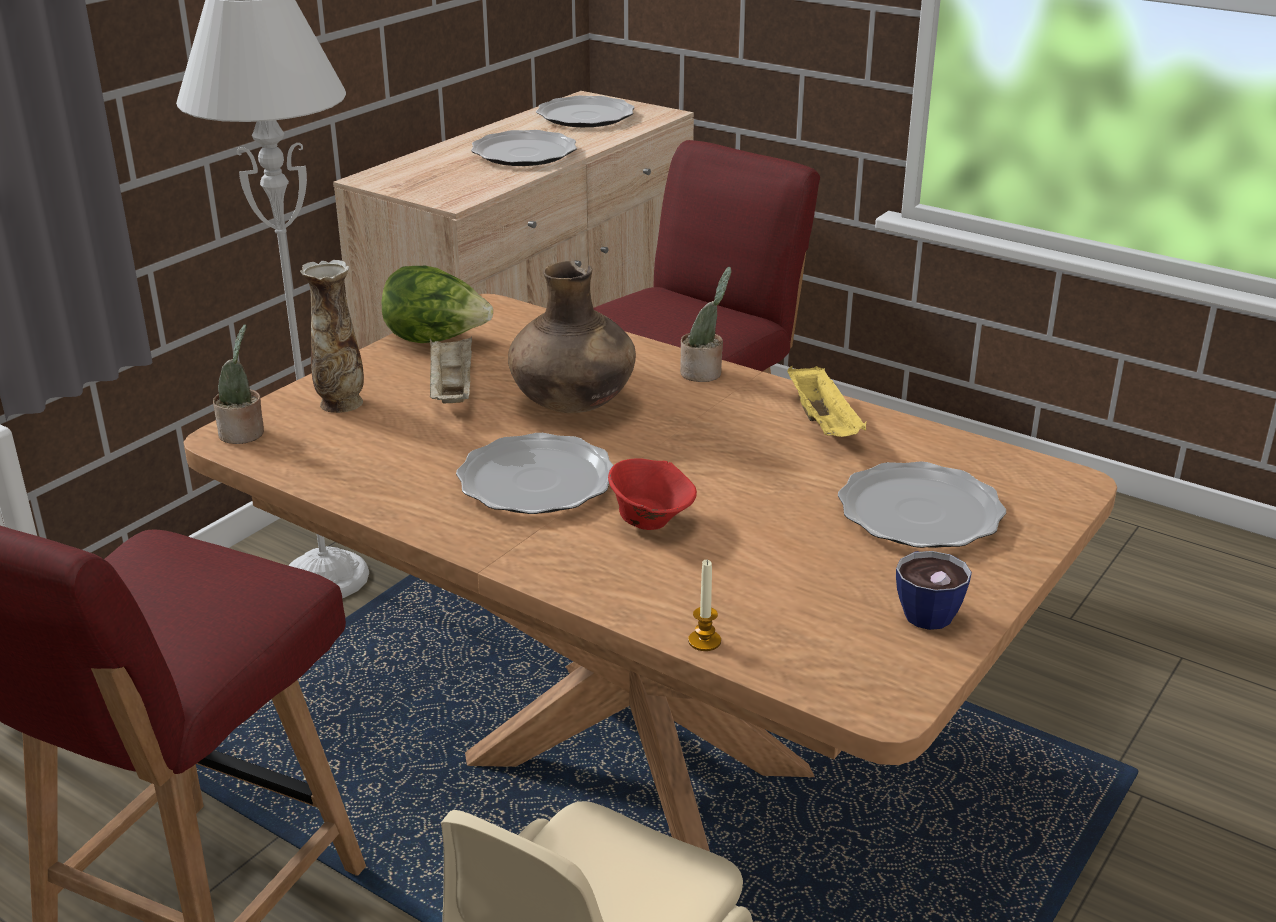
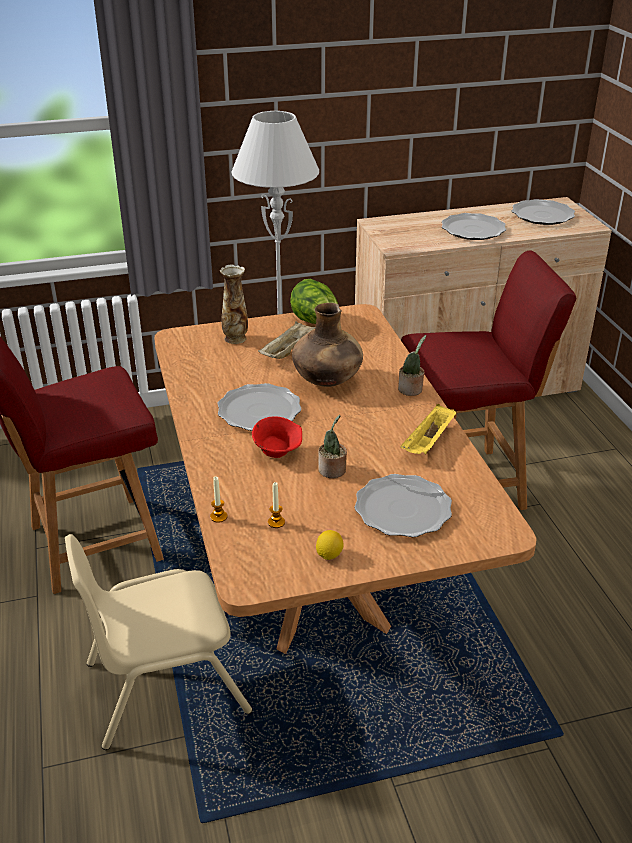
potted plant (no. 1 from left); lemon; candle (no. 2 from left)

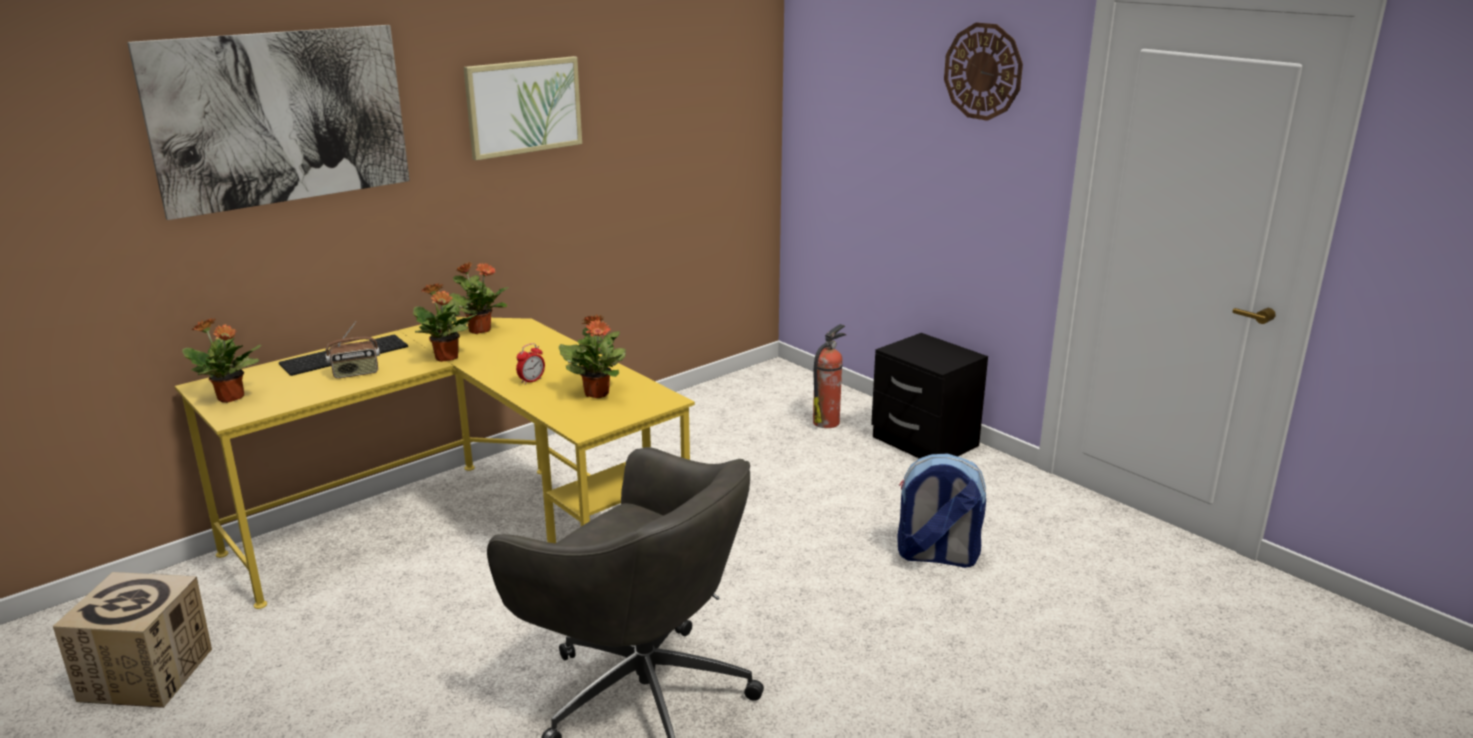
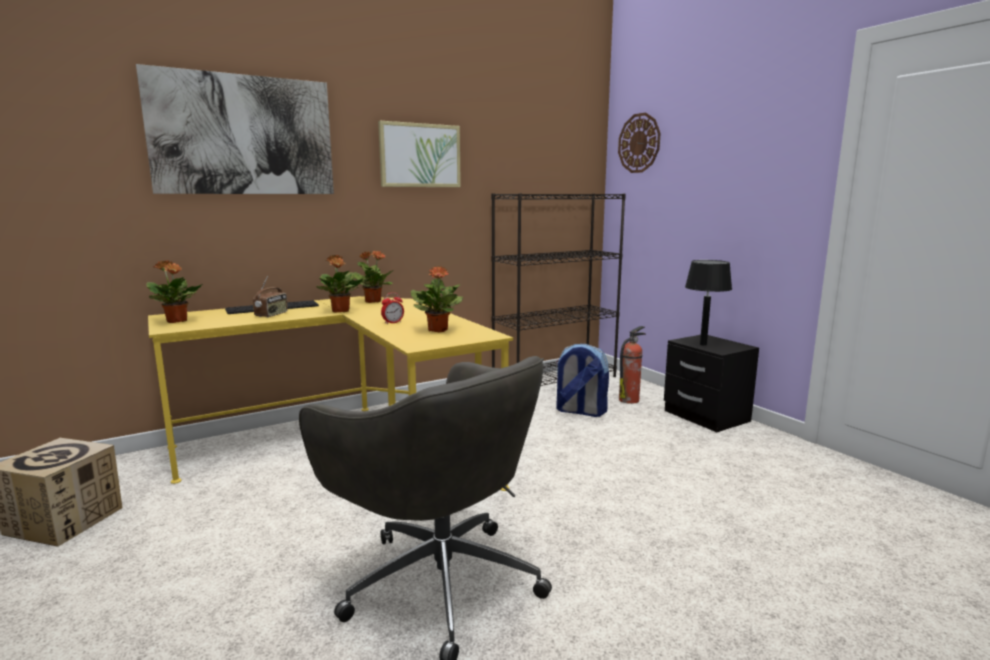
radio; backpack; wall clock; black bookcase; black table lamp

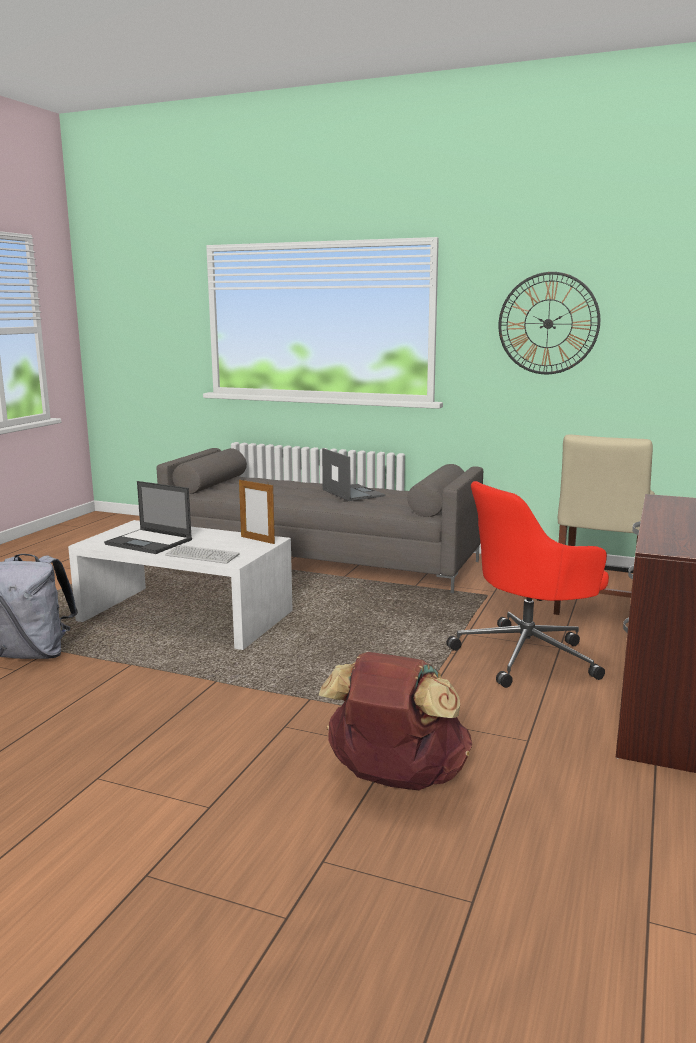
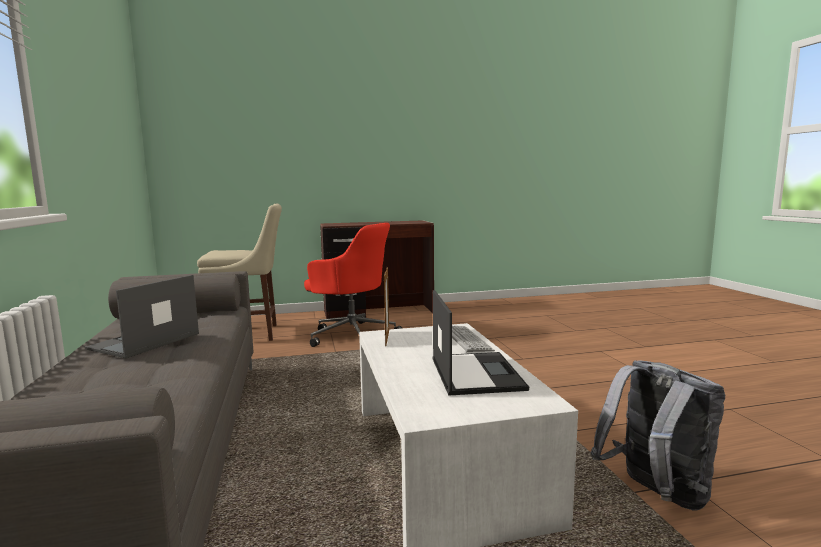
brown backpack; wall clock

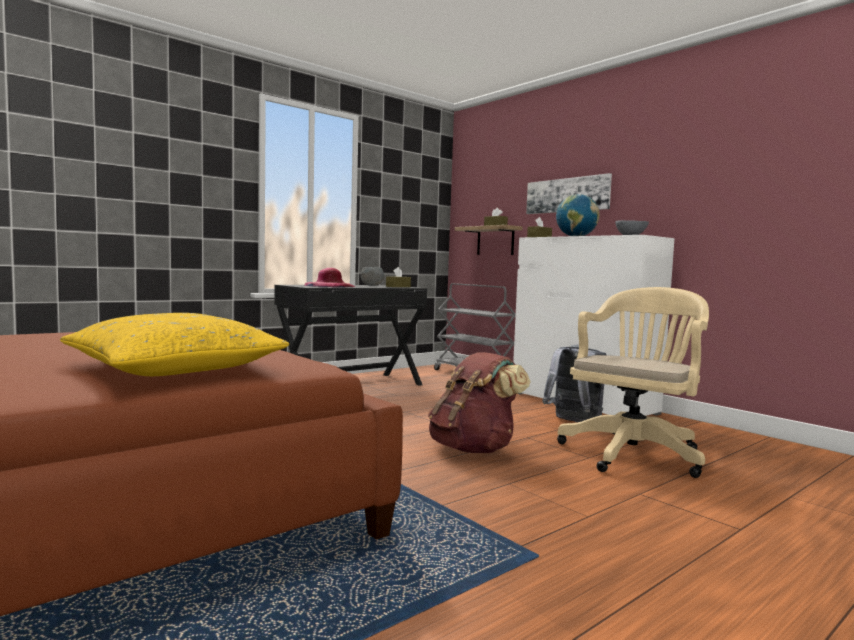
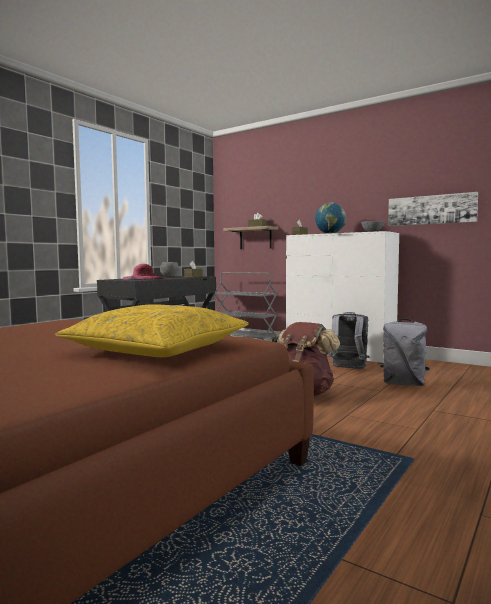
picture; grey backpack (no. 2 from left)

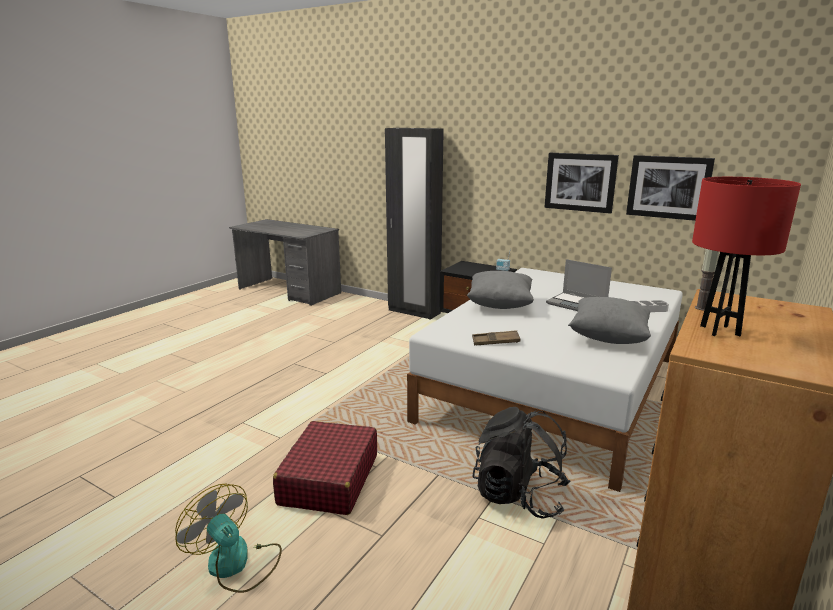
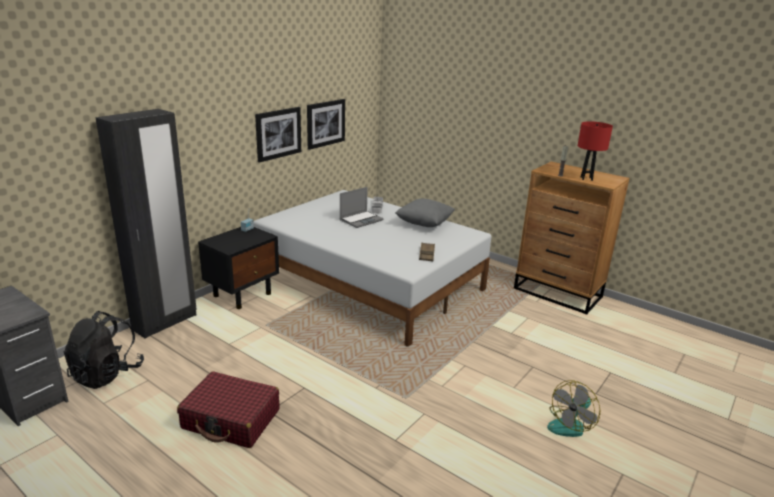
red suitcase; grey pillow (no. 1 from left in the first image); black backpack

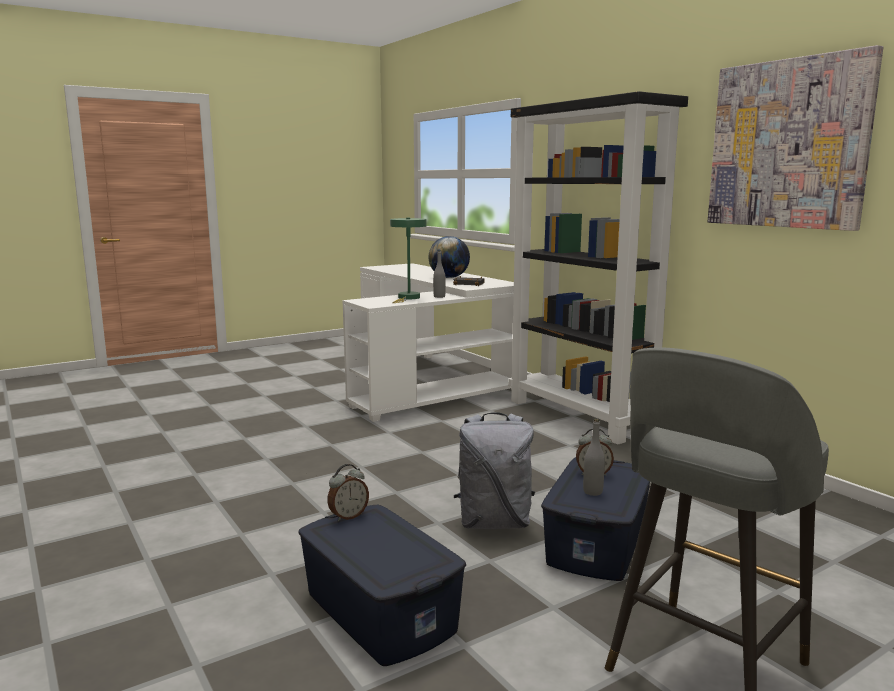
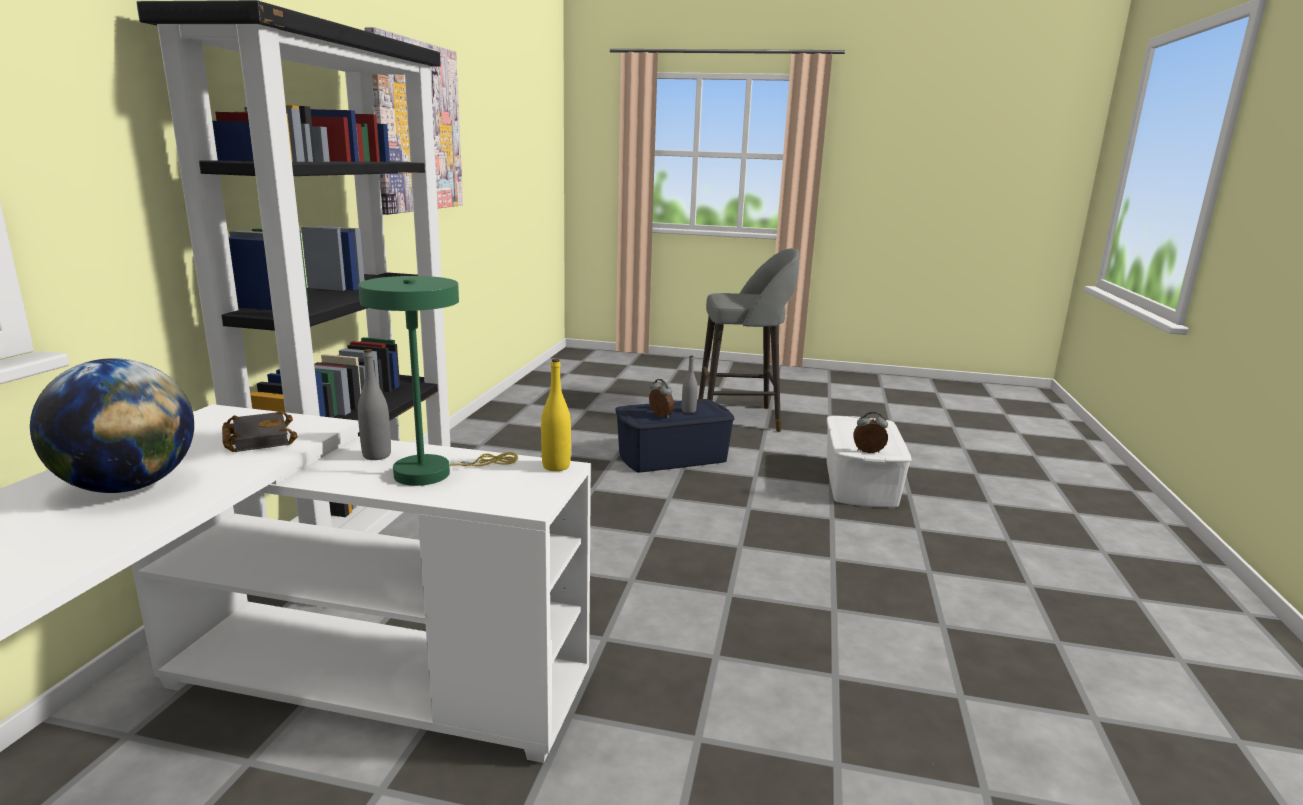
white storage box; grey backpack; yellow bottle

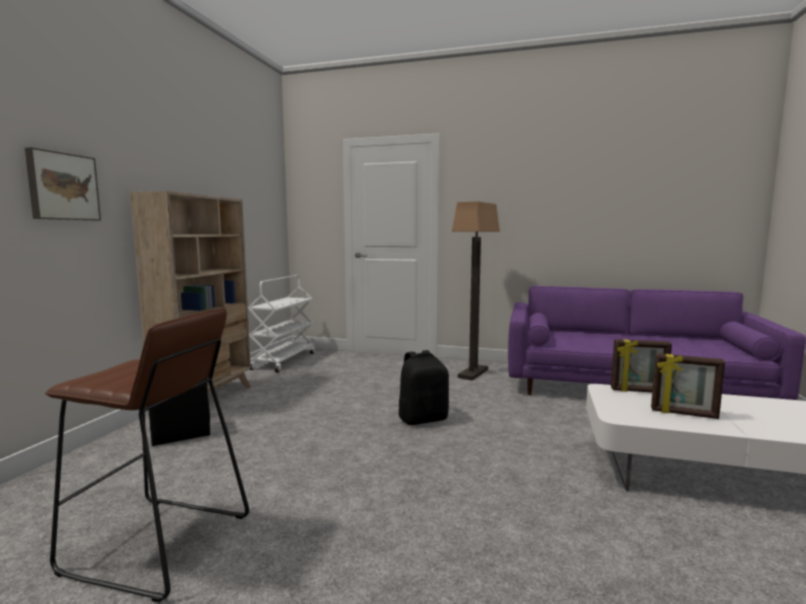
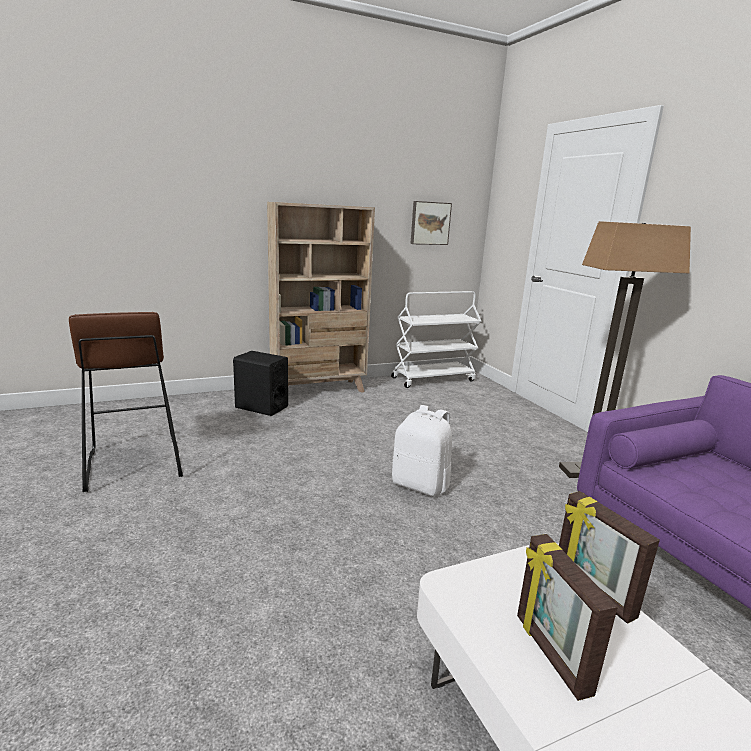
picture; white backpack

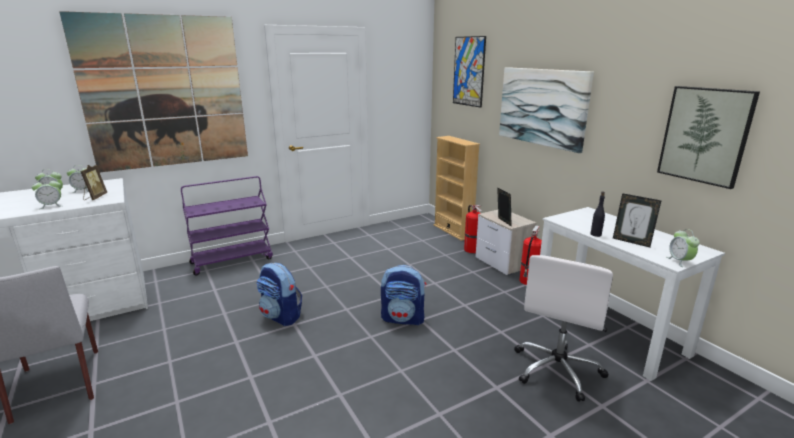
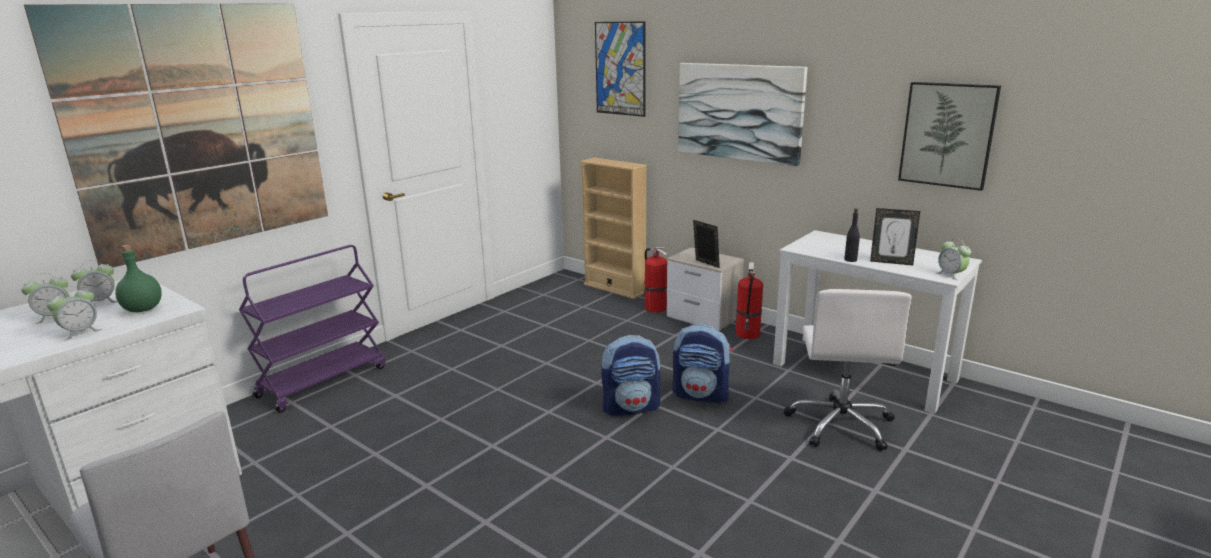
green bottle; backpack (no. 2 from left)

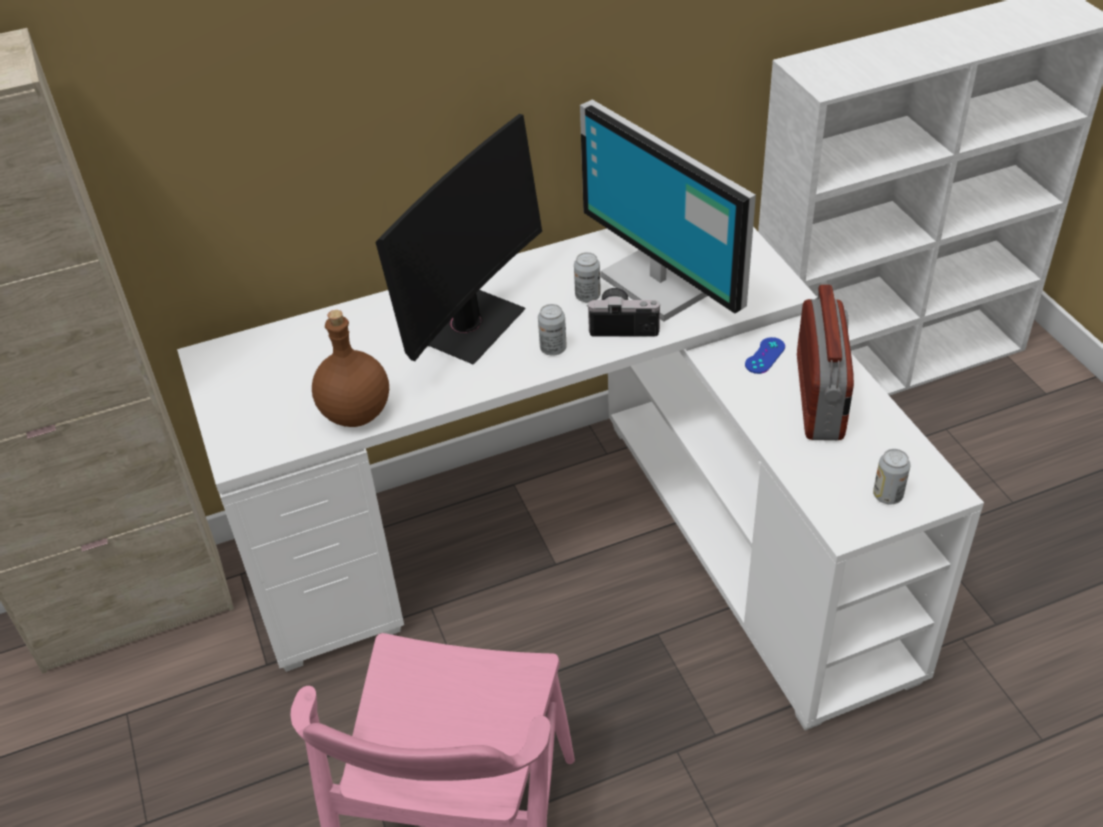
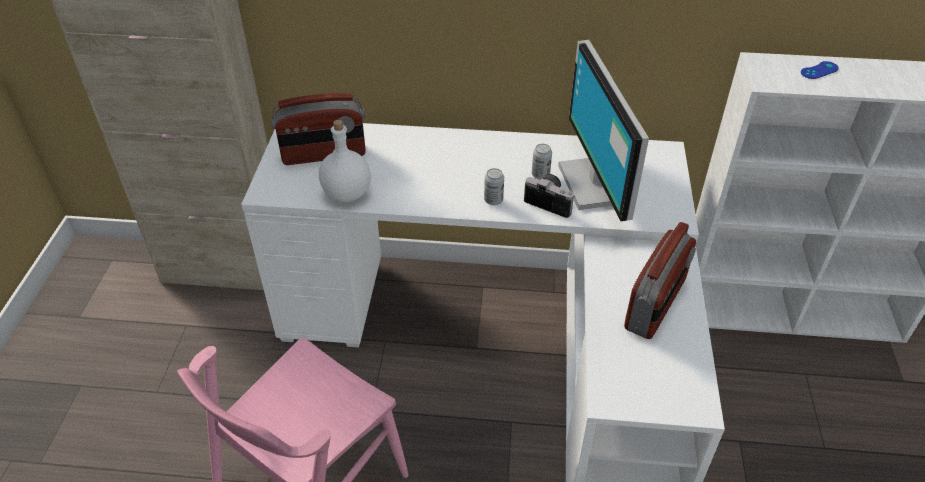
white bottle; monitor (no. 1 from left in the first image); blue game controller; can (no. 3 from left in the first image); radio (no. 1 from left)

